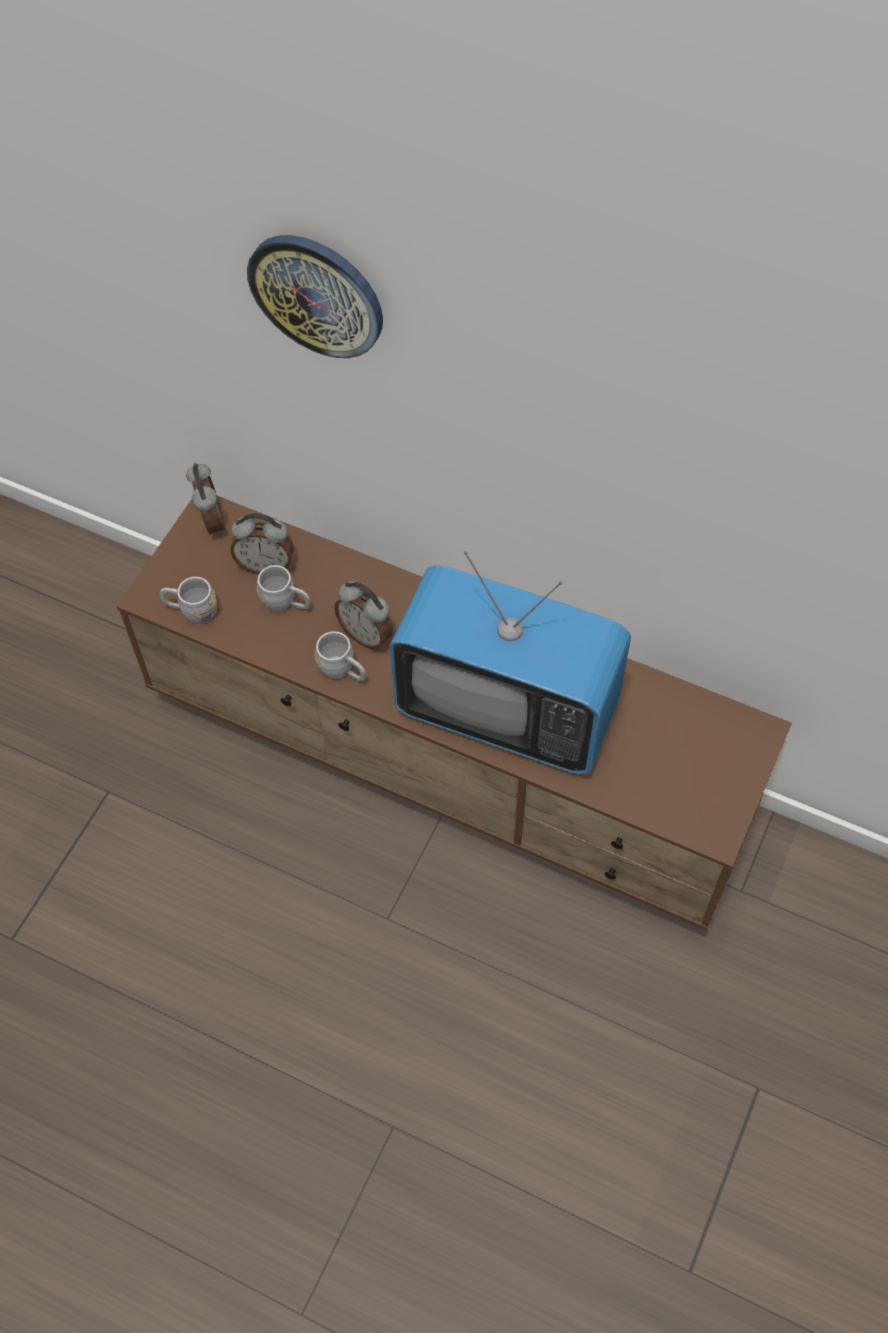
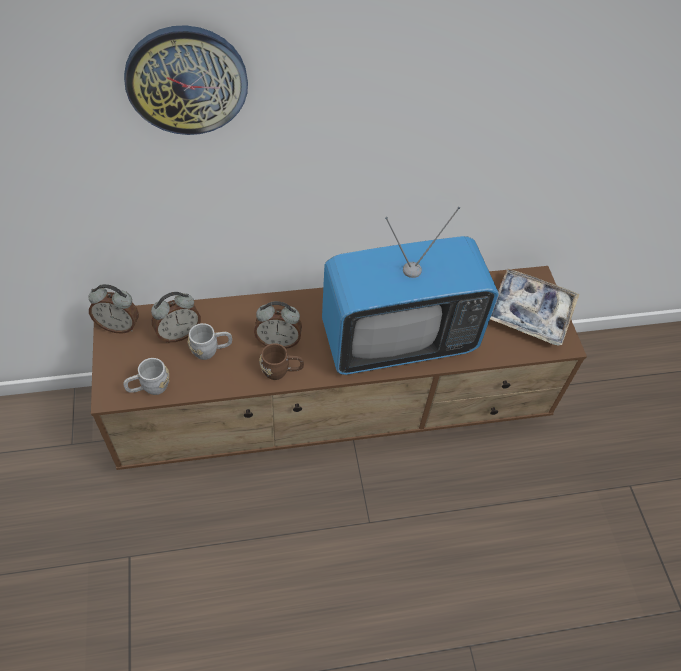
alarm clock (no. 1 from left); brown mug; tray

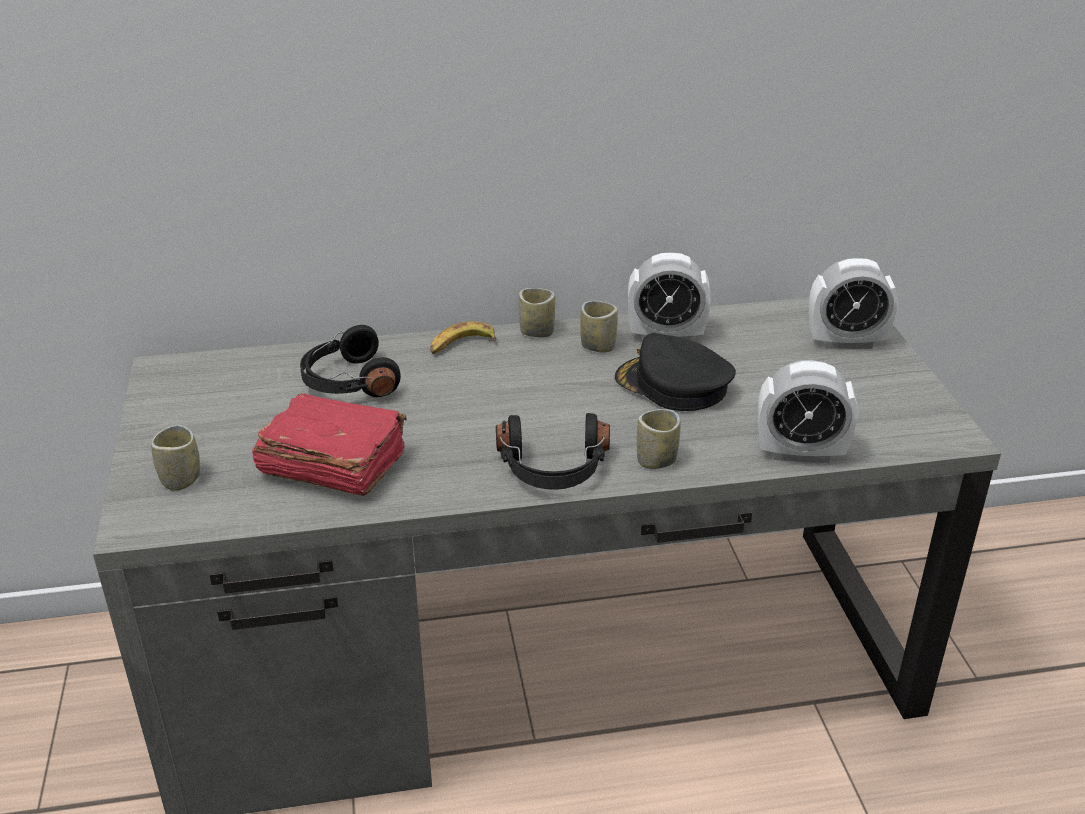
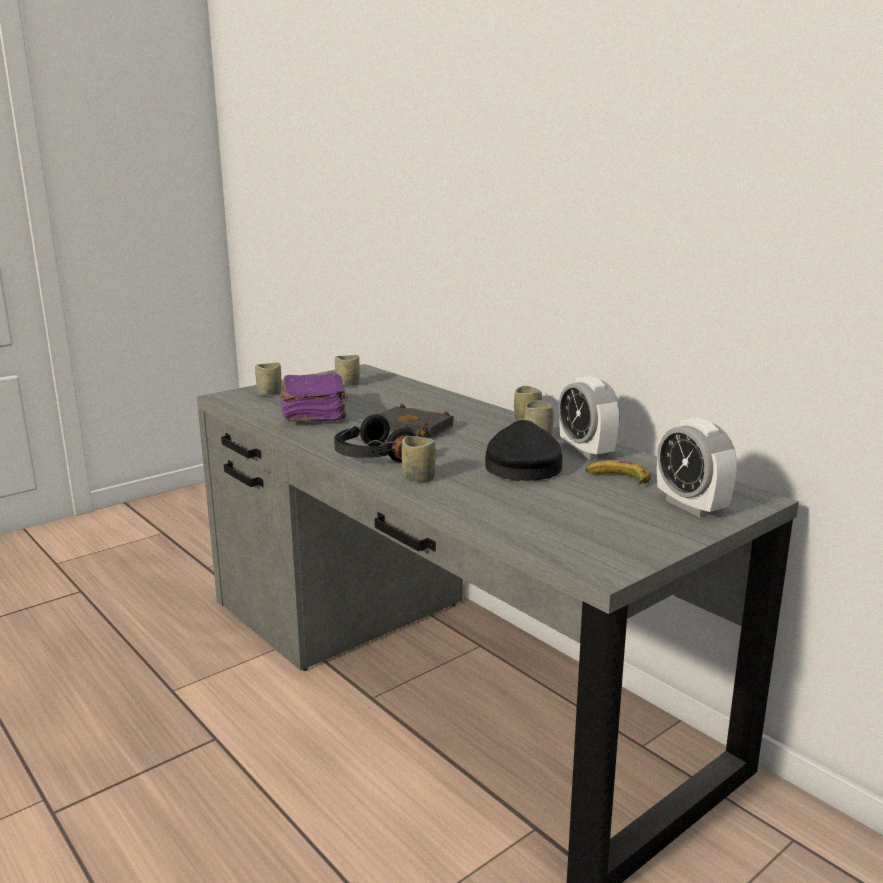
purple book; black headphones (no. 1 from left in the first image); banana; alarm clock (no. 2 from left in the first image); cup (no. 2 from left); black book

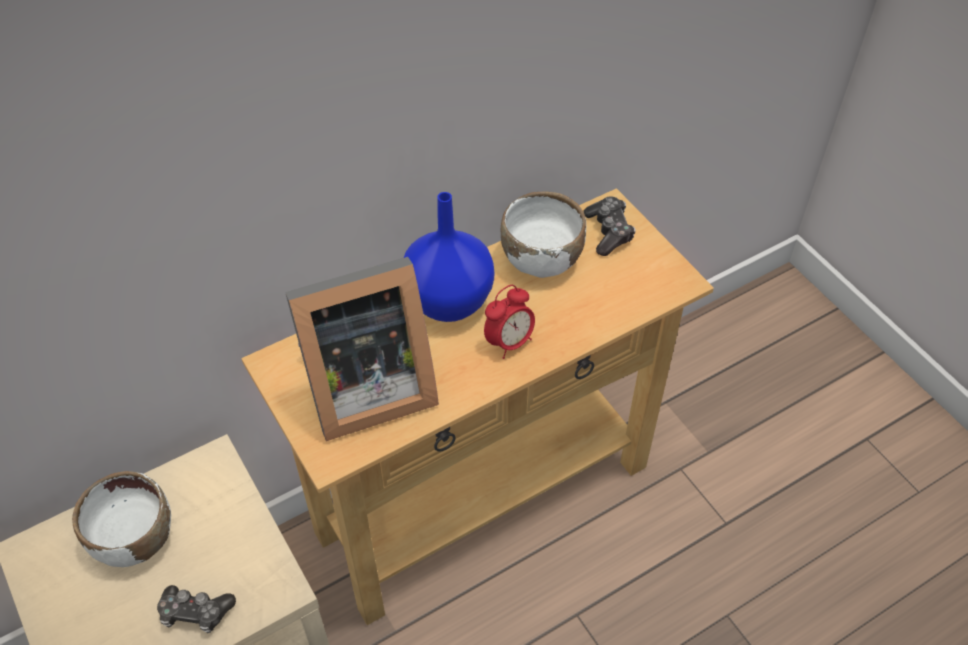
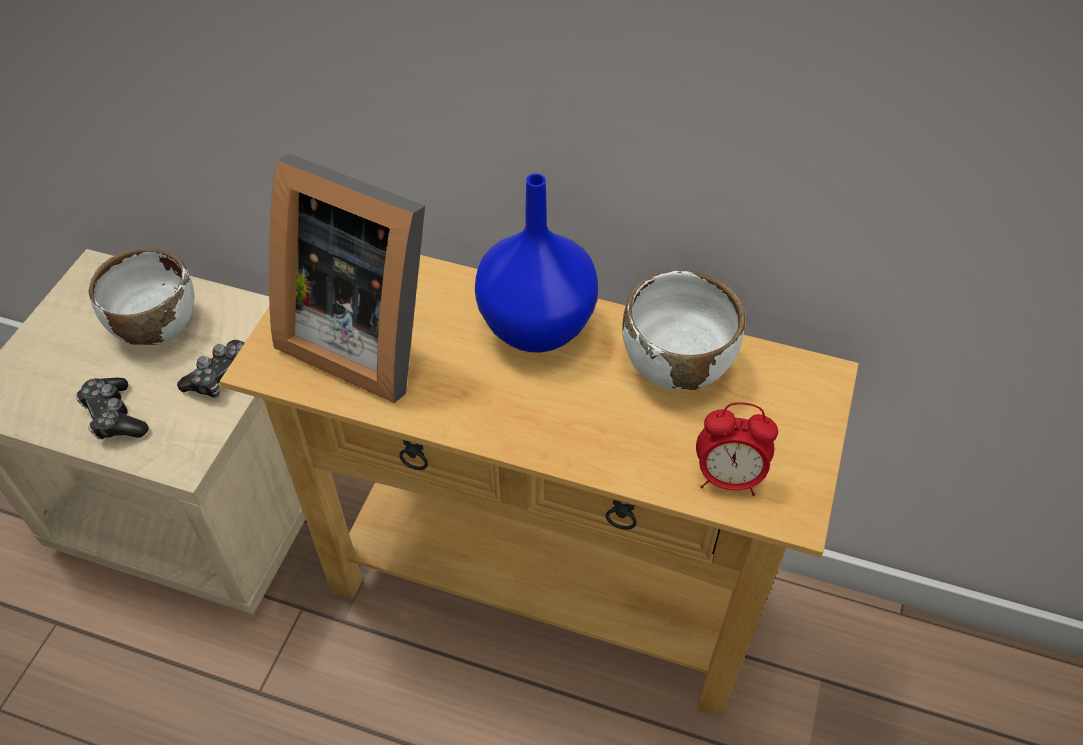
alarm clock; game controller (no. 2 from left)

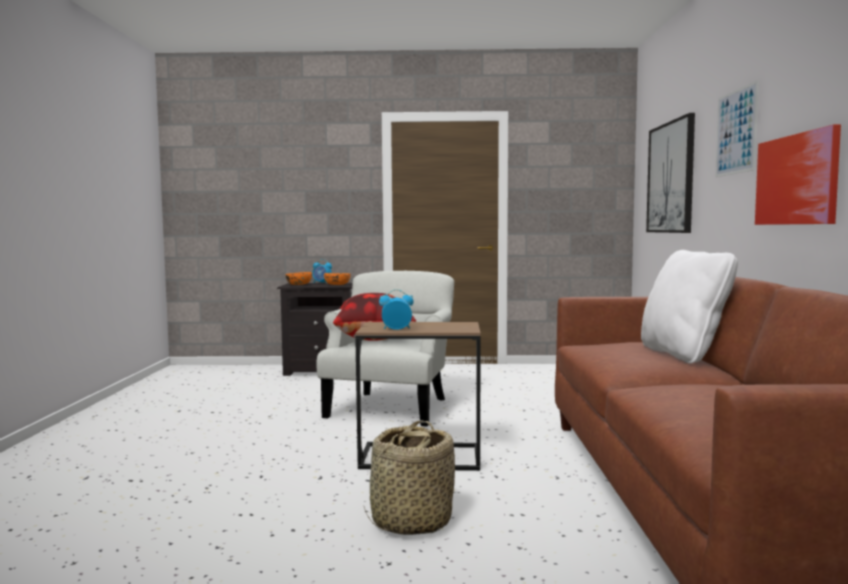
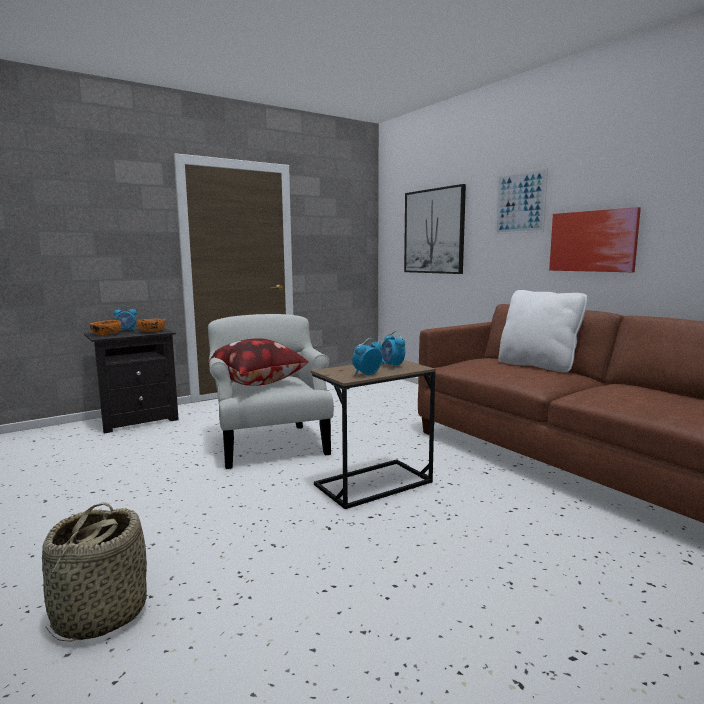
basket; alarm clock (no. 3 from left)

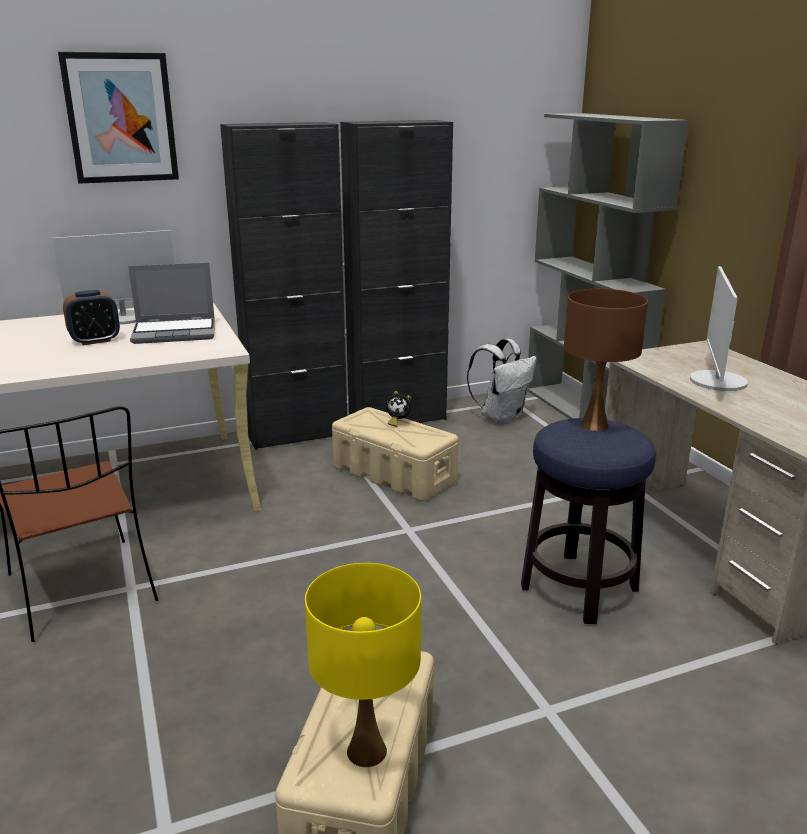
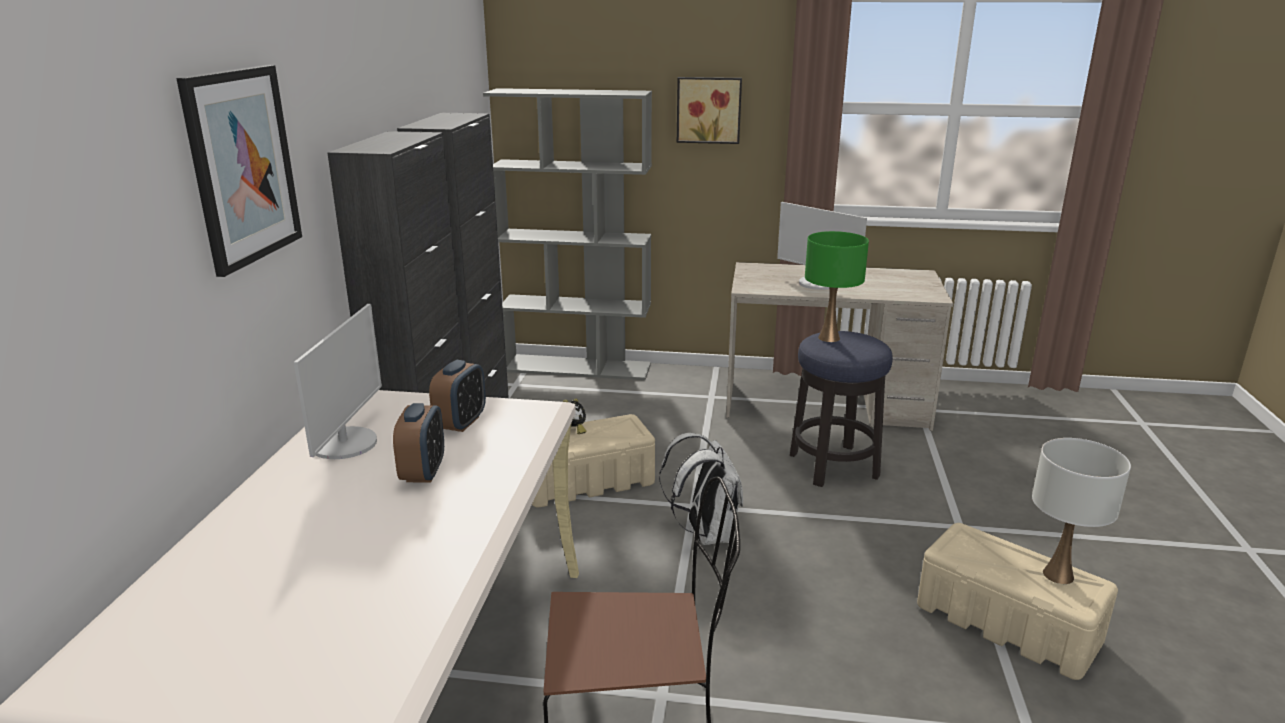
alarm clock (no. 2 from left); white table lamp; white backpack; green table lamp; picture (no. 2 from left)

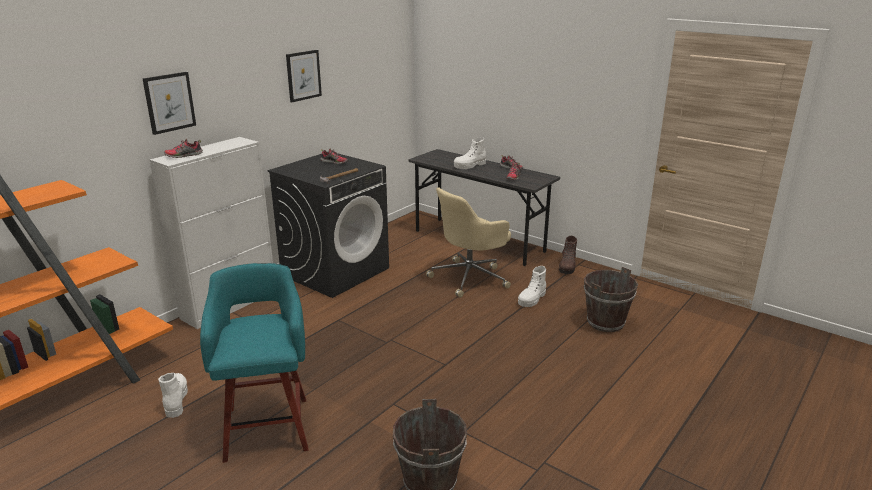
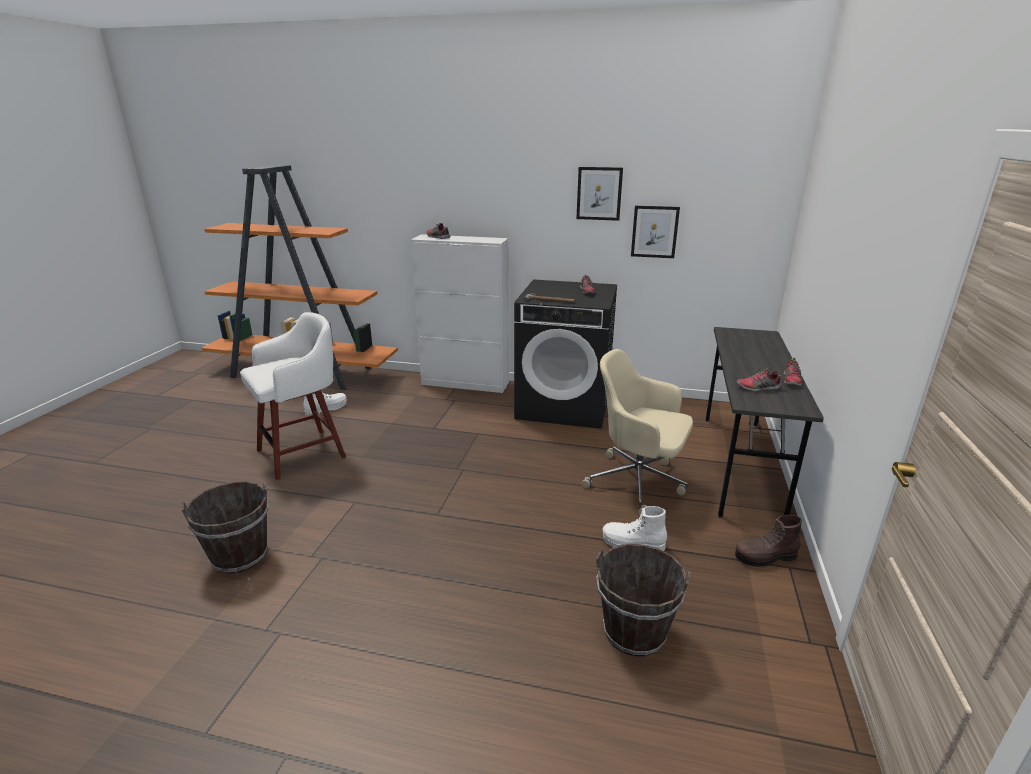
picture (no. 2 from left); white stool; white boot (no. 2 from left in the first image)

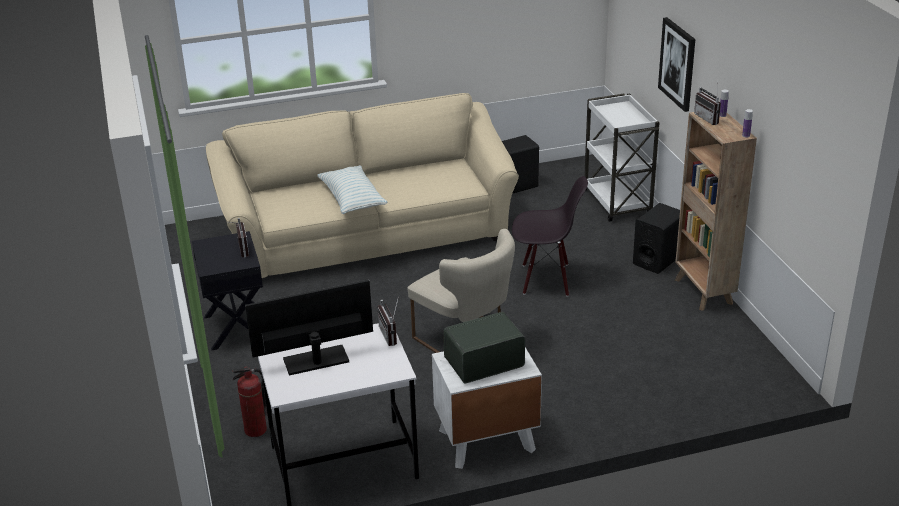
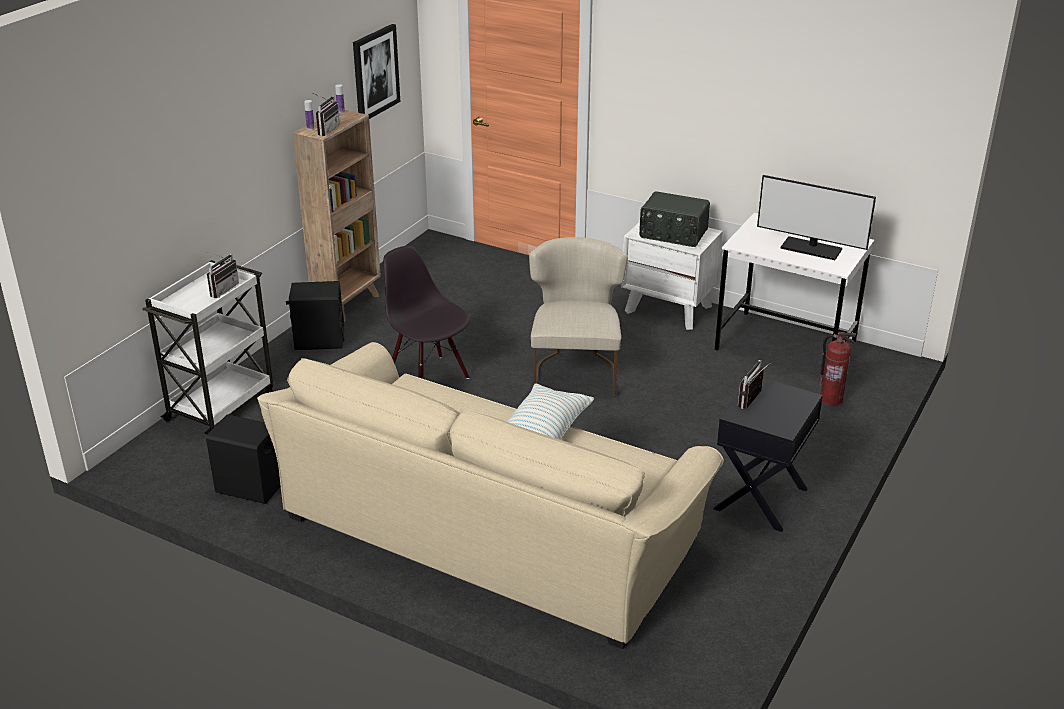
radio (no. 1 from left); picture

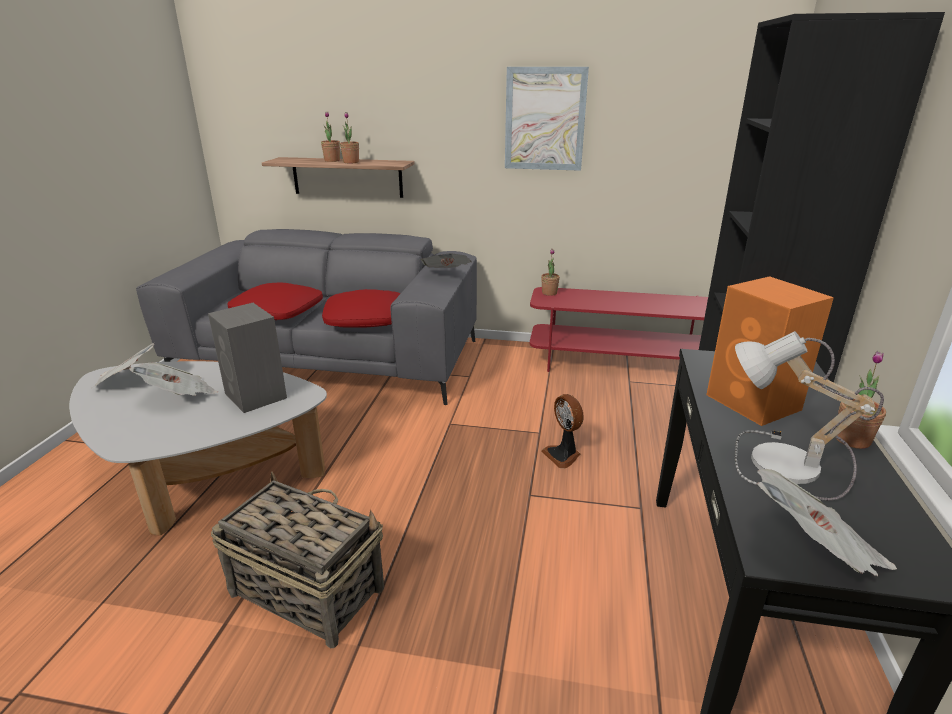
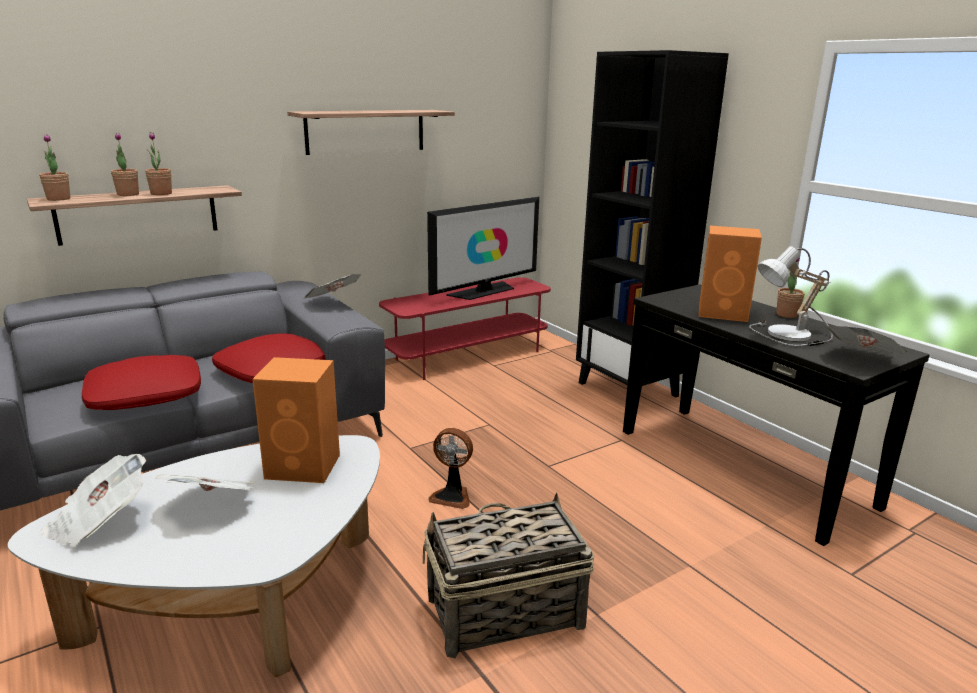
orange speaker (no. 1 from left); shelf (no. 2 from left); potted plant (no. 1 from left); fan; television

